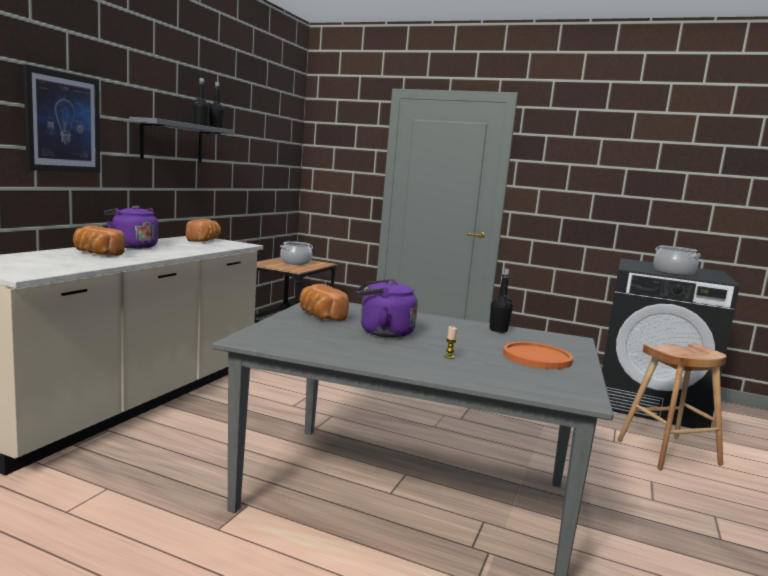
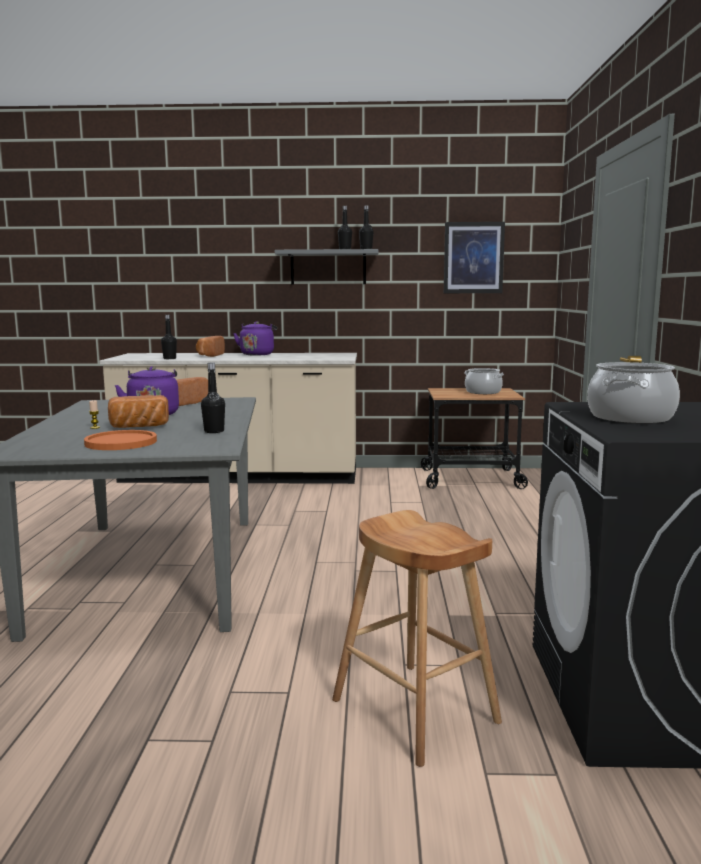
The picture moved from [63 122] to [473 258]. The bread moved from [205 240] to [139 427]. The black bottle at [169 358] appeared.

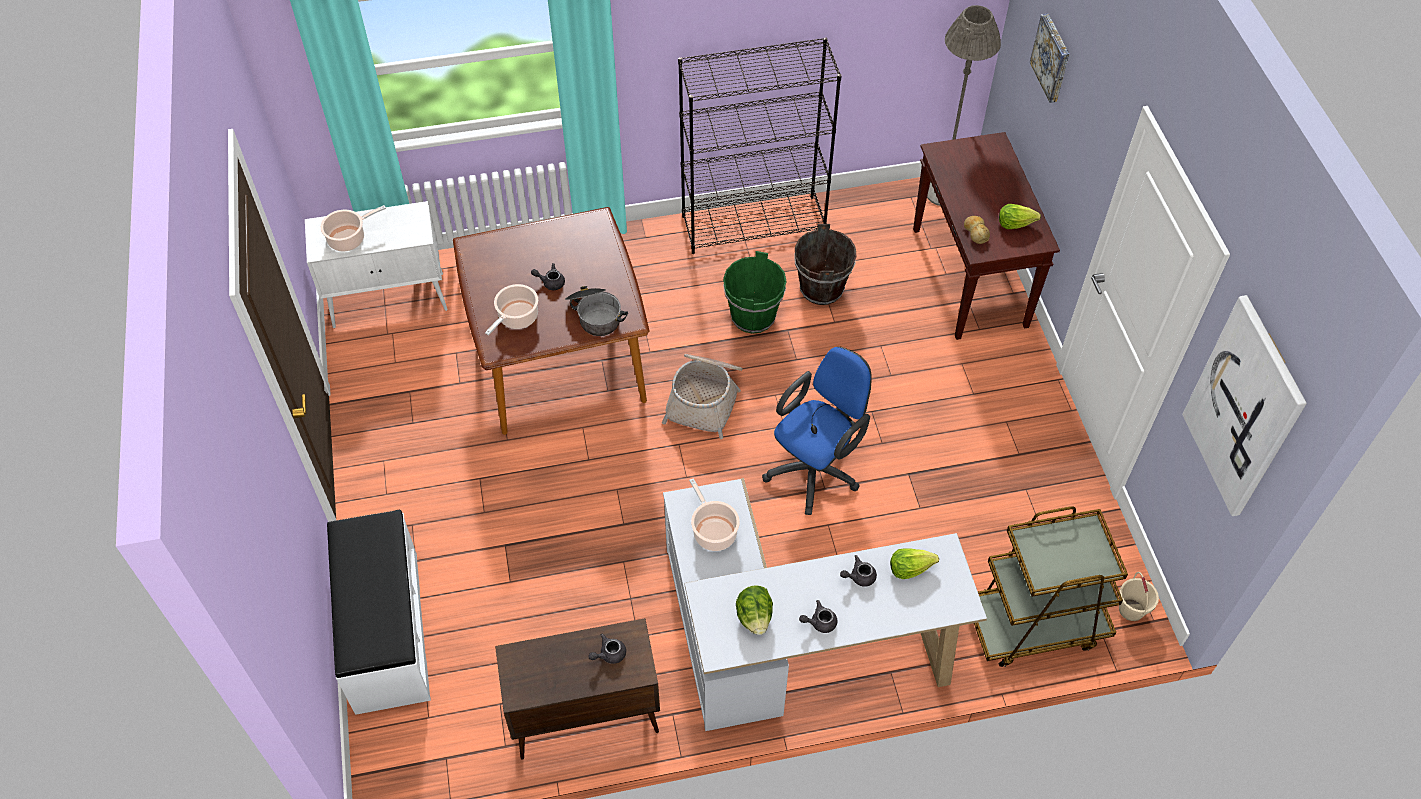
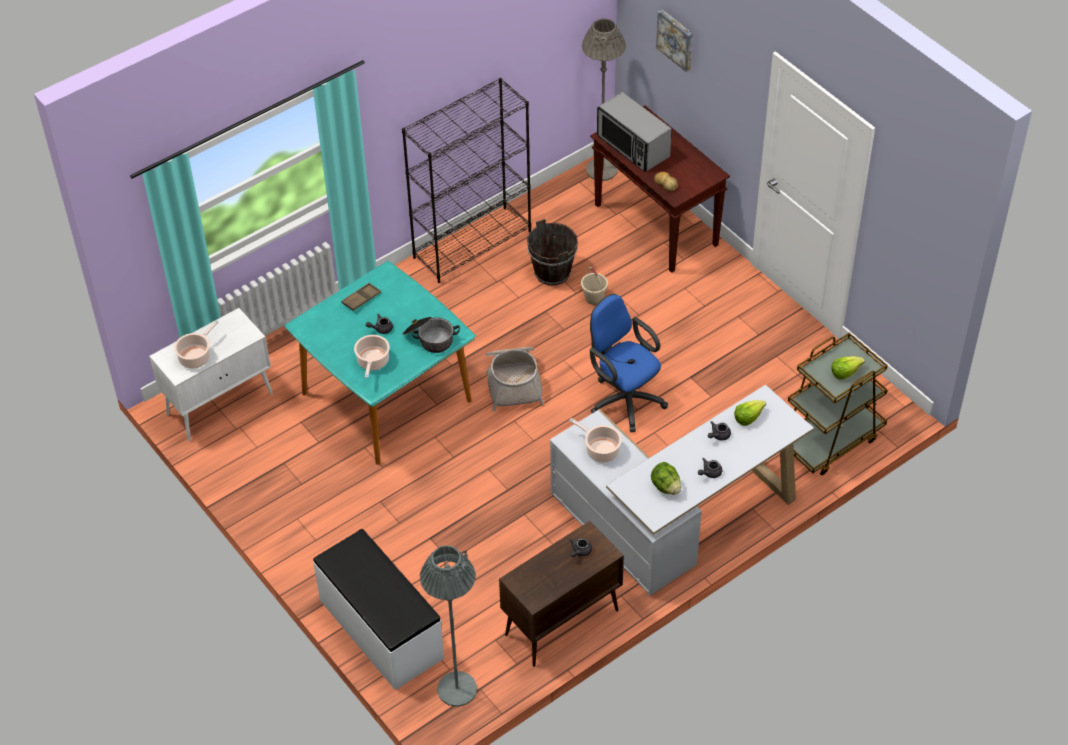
The brown dining table at [559 362] became the turquoise dining table at [387 398]. The green bucket at [753 317] disappeared. The blue office chair at [816 469] turned 60 degrees counterclockwise. The lettuce moved from [1015 223] to [845 372]. The beige bucket moved from [1131 610] to [594 298]. The picture at [1244 408] disappeared. The brown tray at [361 299] appeared. The grey floor lamp at [457 689] appeared. The microwave at [633 147] appeared.

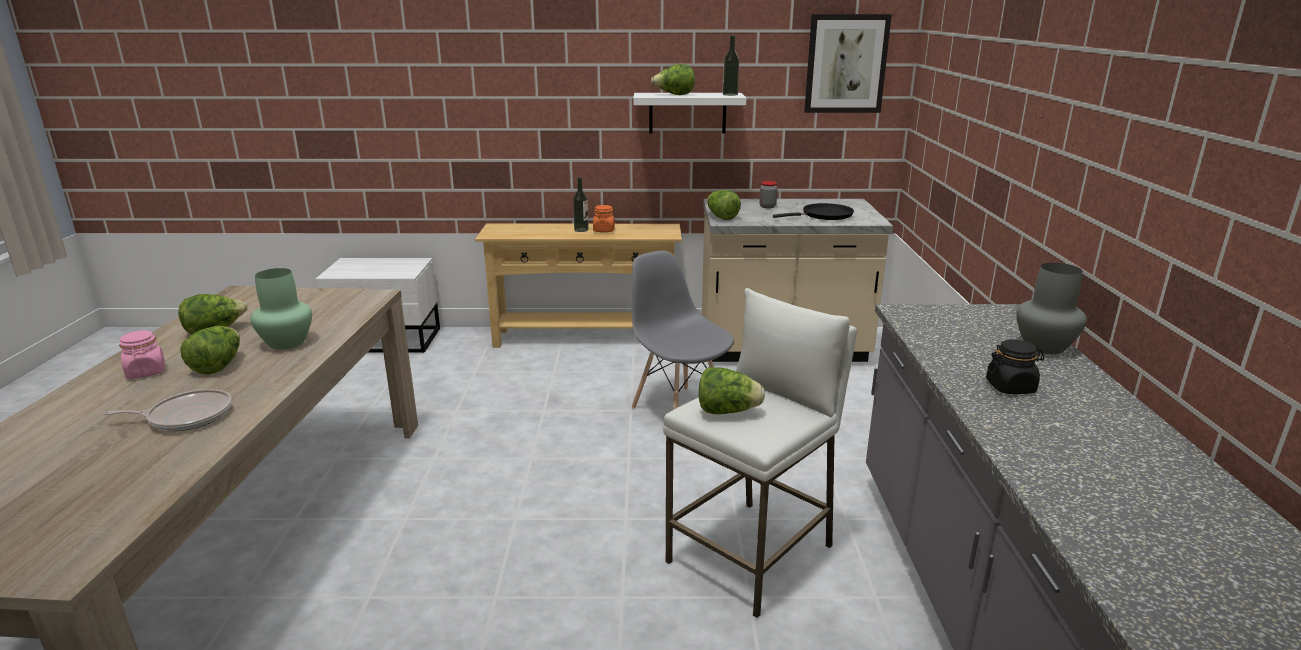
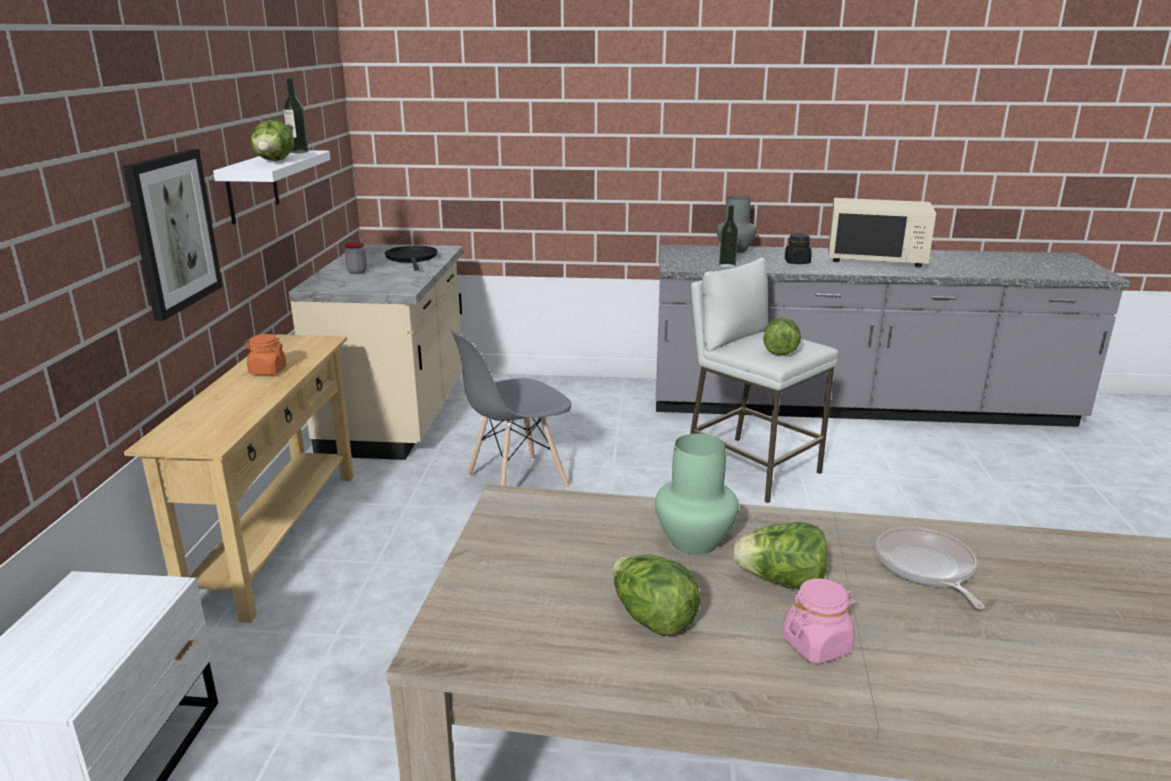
The bottle moved from [581 230] to [727 266]. The lettuce at [721 217] disappeared. The picture moved from [846 64] to [173 232]. The beige microwave at [876 258] appeared.

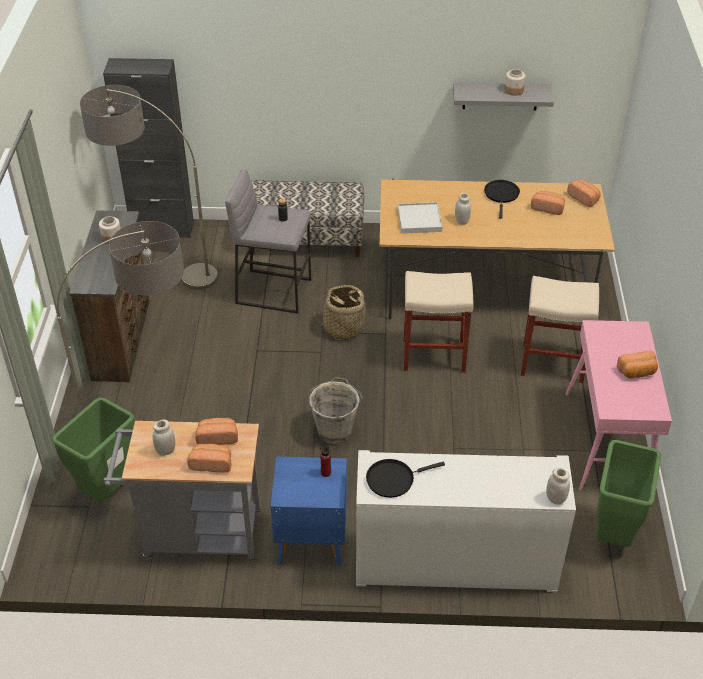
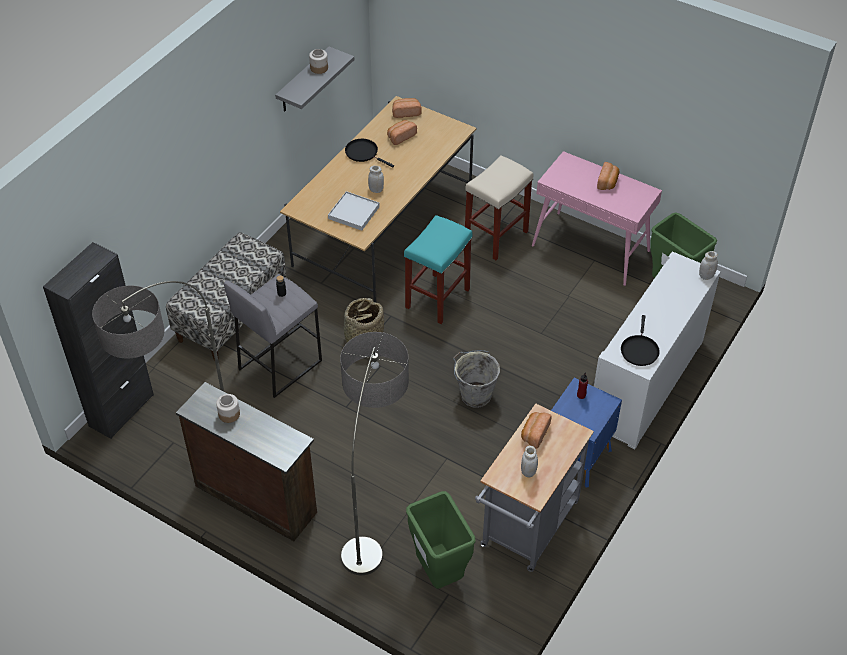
The bread at [211 463] disappeared. The beige stool at [433 355] became the turquoise stool at [437 299].

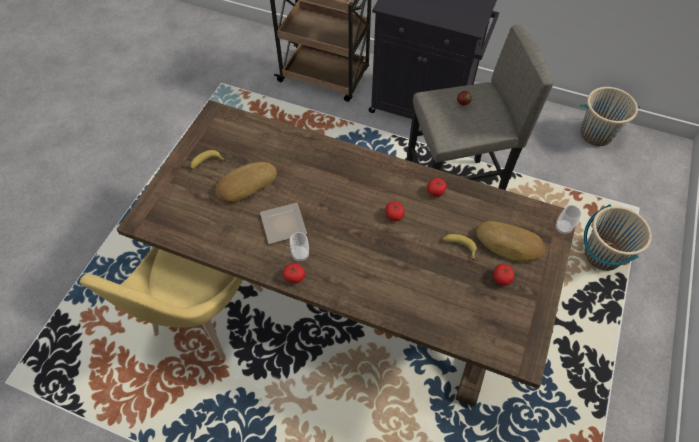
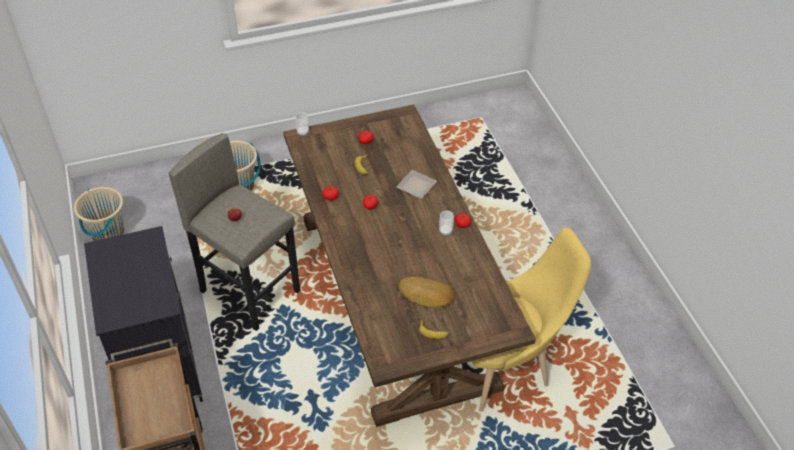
The plate moved from [282 226] to [418 185]. The bread at [509 244] disappeared.

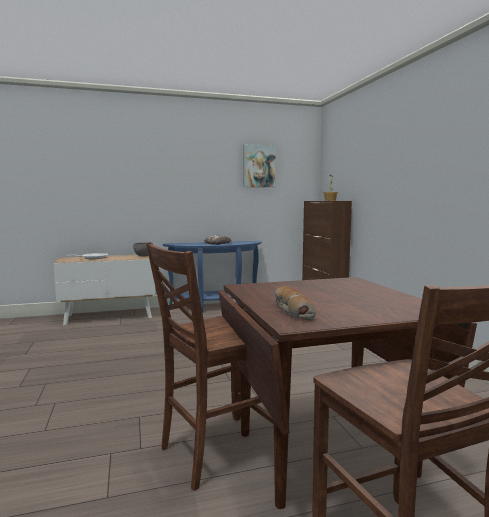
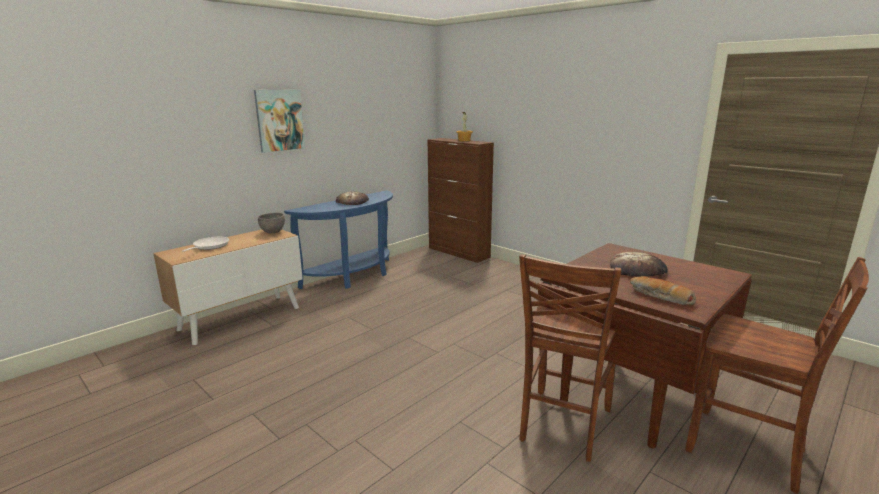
The picture moved from [259 166] to [279 120]. The bread at [637 269] appeared.

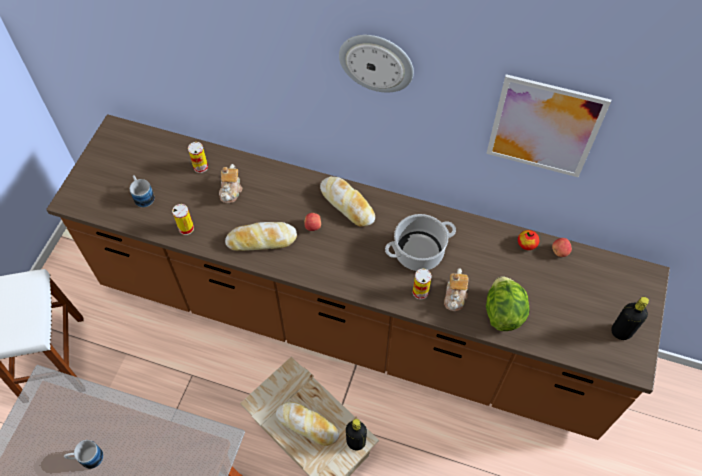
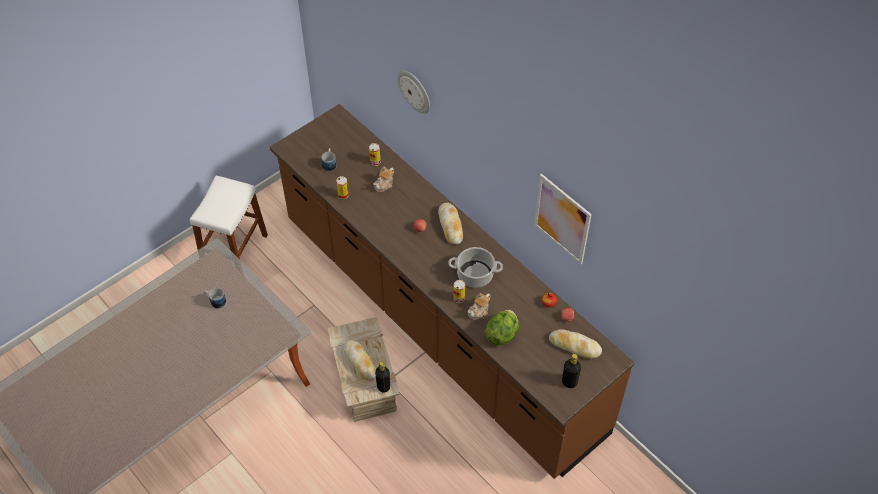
The bread moved from [261 240] to [574 346]. The wall clock moved from [376 62] to [415 91].

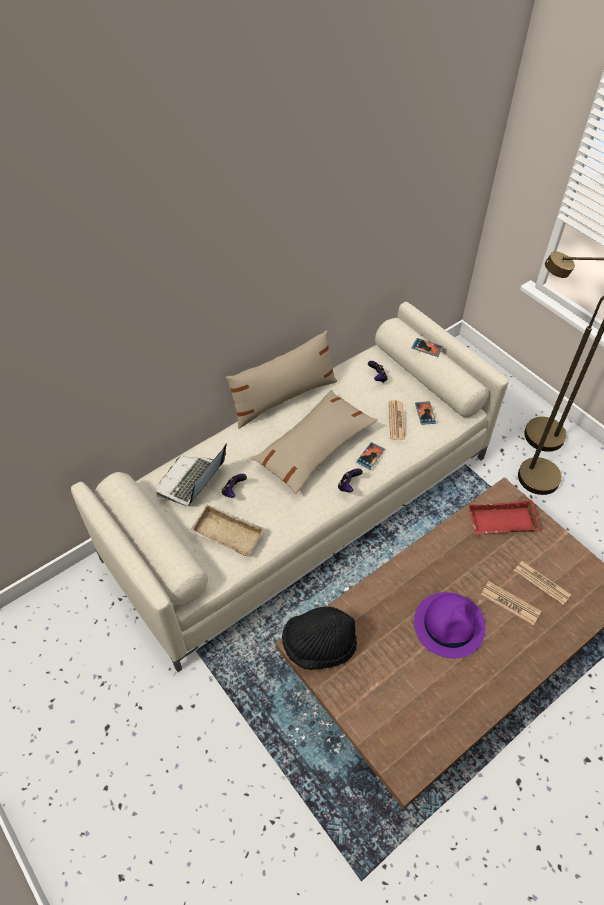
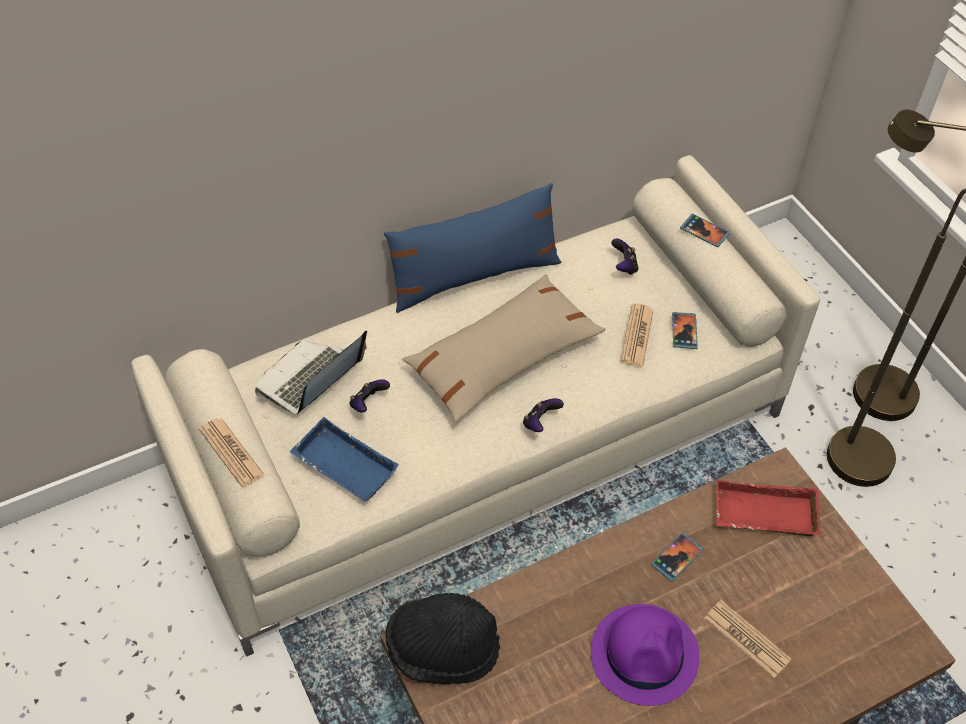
The beige tray at [225 535] became the blue tray at [342 467]. The beige pillow at [283 398] became the blue pillow at [474 276]. The phone moved from [370 456] to [677 557]. The newspaper moved from [541 583] to [231 452].

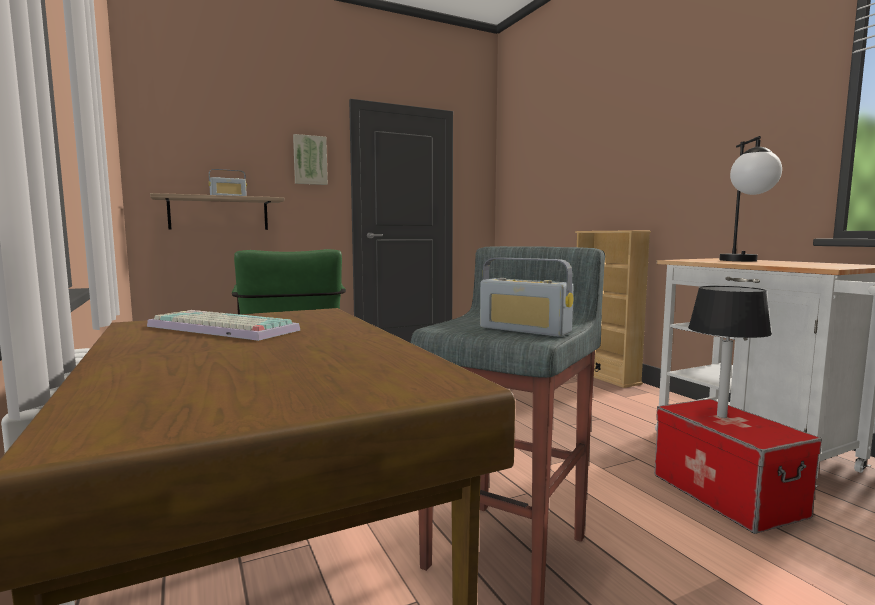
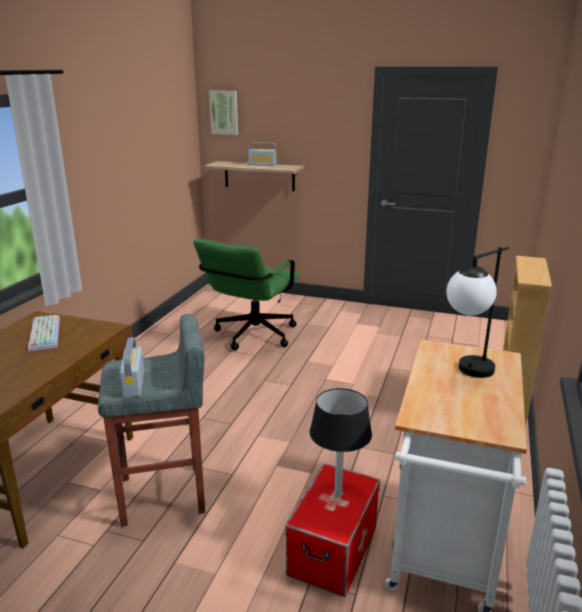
The picture moved from [310 160] to [224 112].

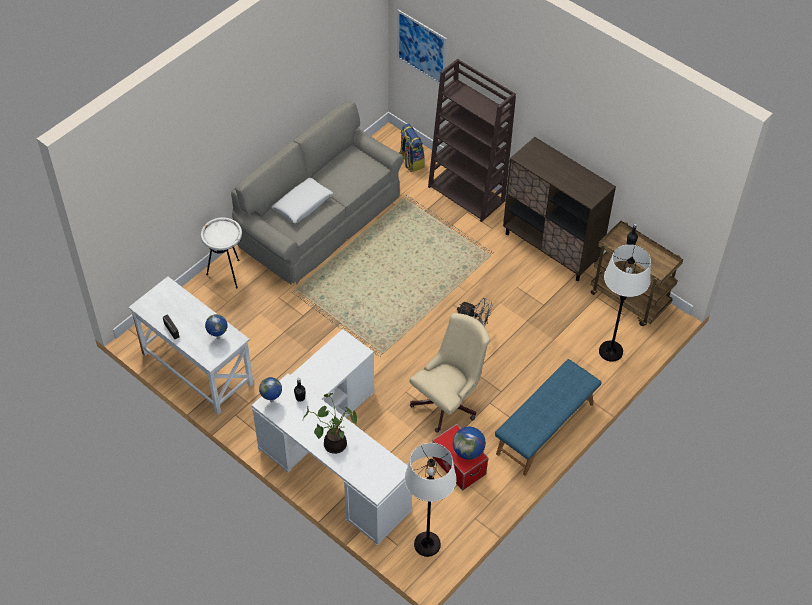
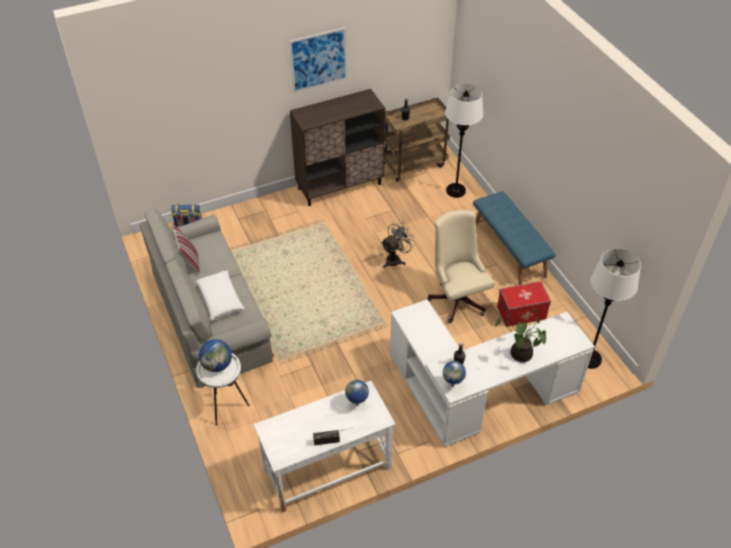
The picture moved from [421 48] to [318 60]. The brown bookcase at [467 194] disappeared. The globe moved from [468 451] to [217 365]. The pillow at [189 261] appeared.

